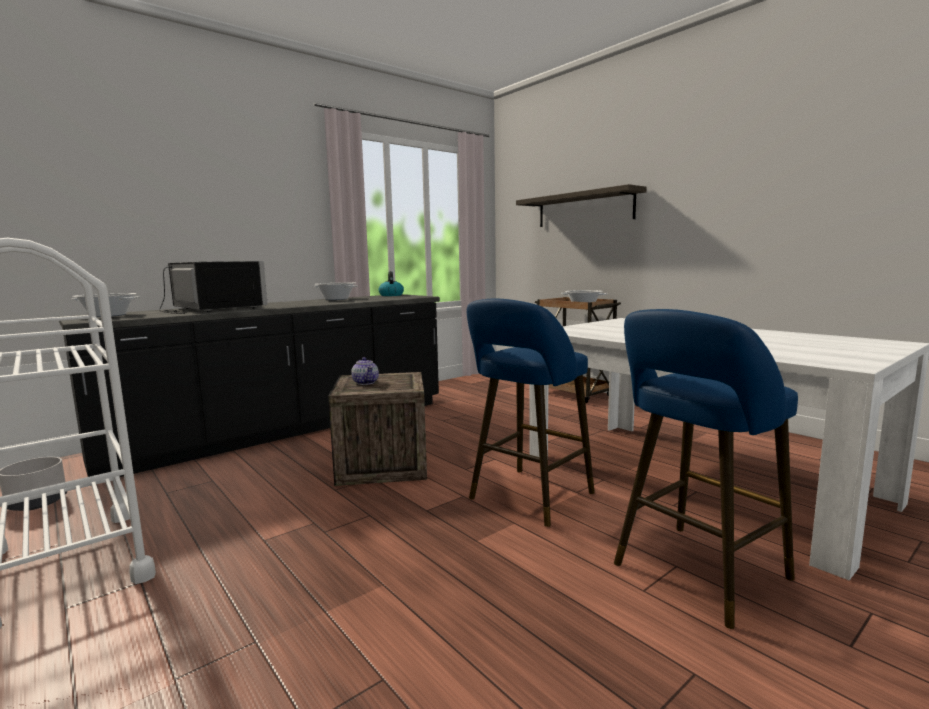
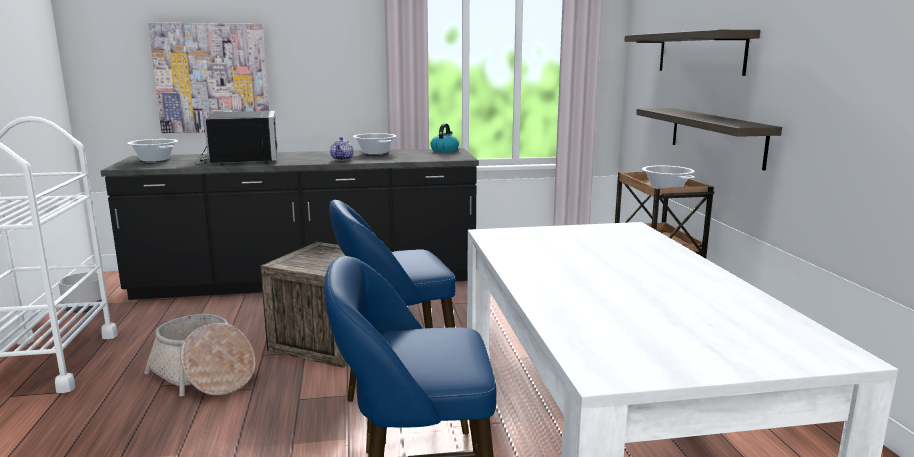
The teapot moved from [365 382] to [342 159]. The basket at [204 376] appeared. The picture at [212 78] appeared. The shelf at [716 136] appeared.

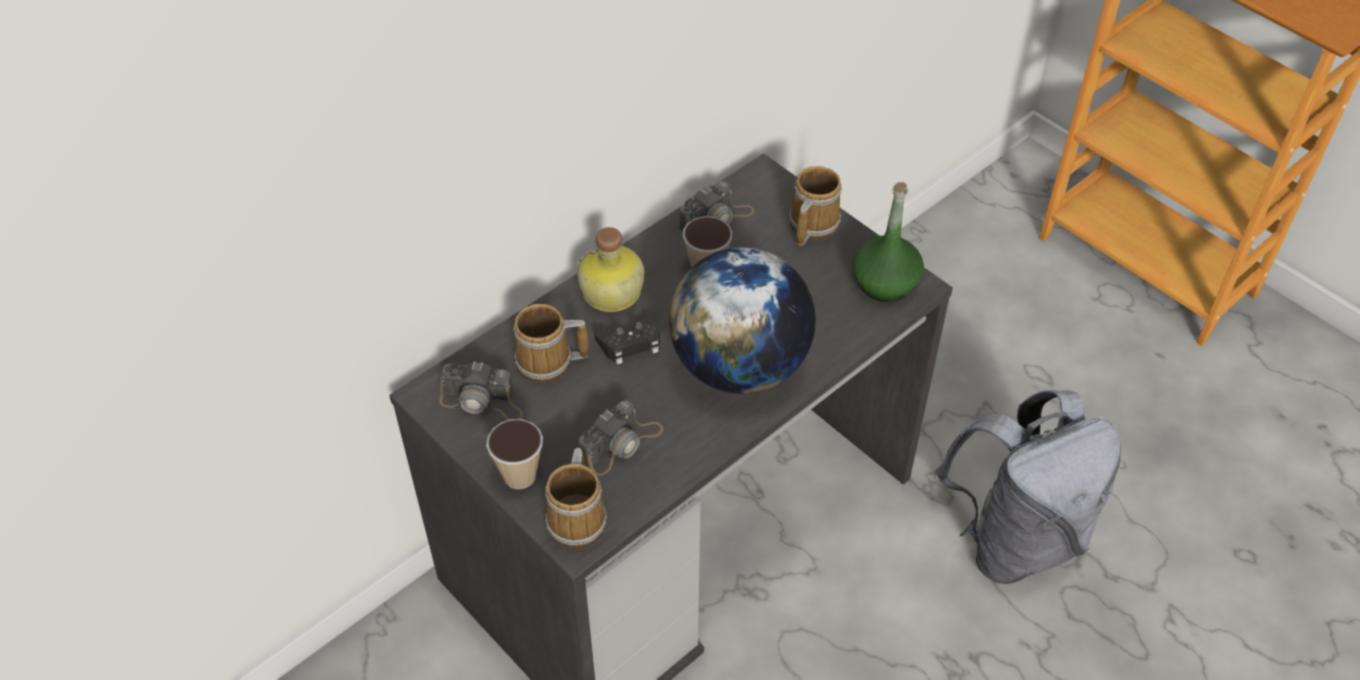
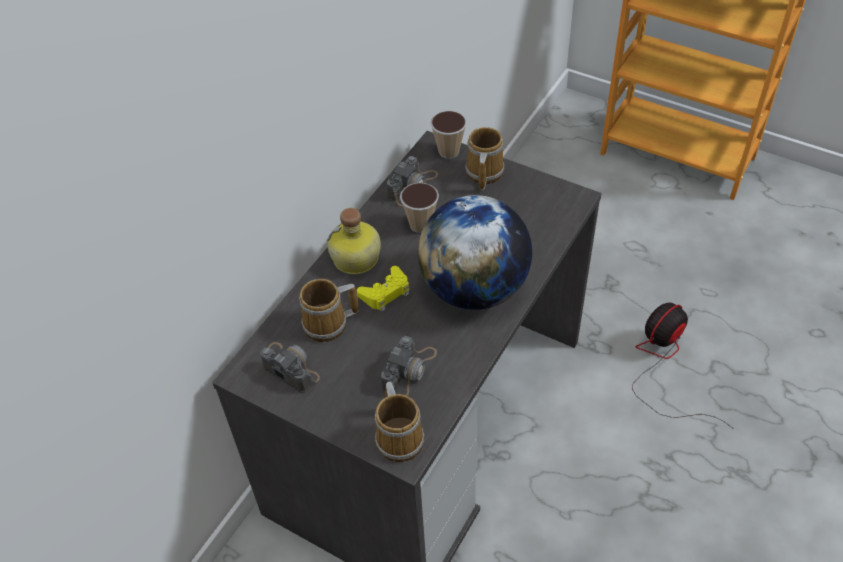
The photo camera at [482 401] turned 135 degrees counterclockwise. The cup moved from [519 476] to [448 151]. The black game controller at [630 343] became the yellow game controller at [386 293]. The green bottle at [884 283] disappeared. The grey backpack at [1014 539] was replaced by the fan at [664 364].

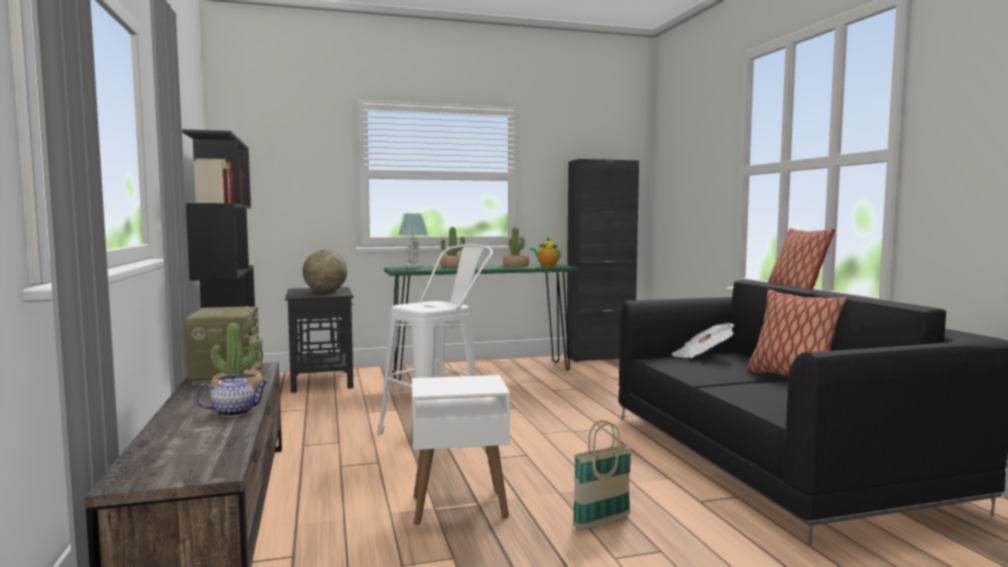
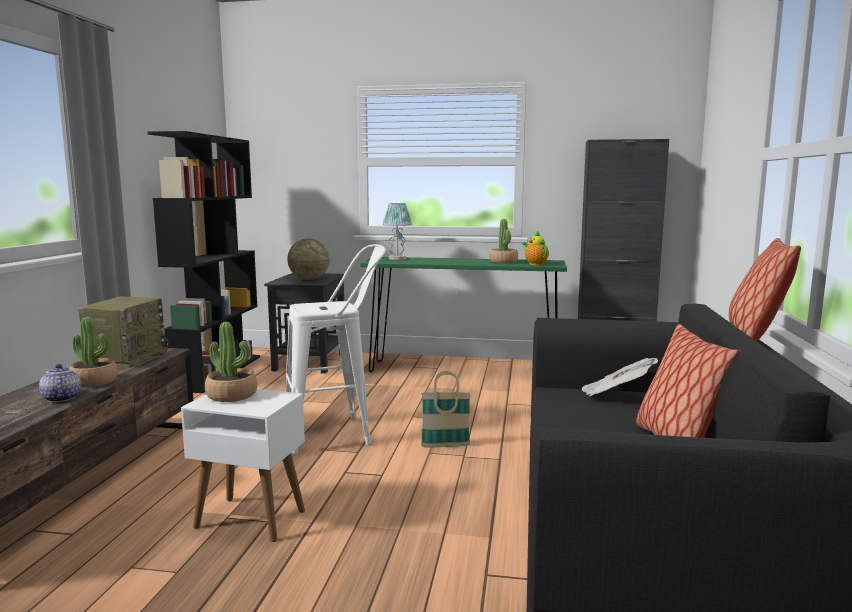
The teapot at [234 412] turned 120 degrees counterclockwise. The potted plant moved from [453 267] to [232 395]. The basket moved from [602 522] to [445 445].

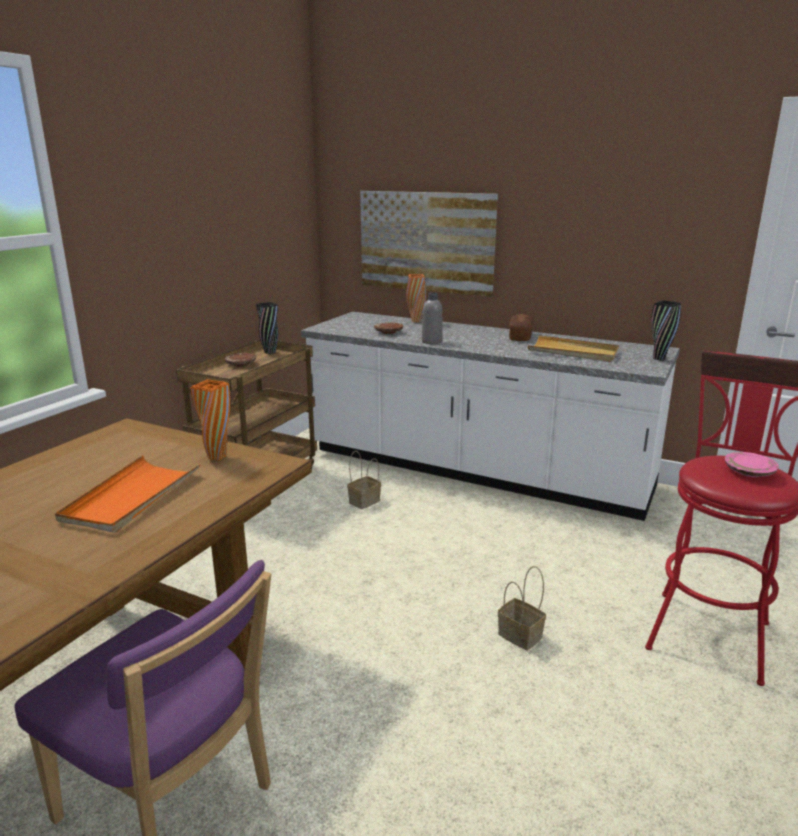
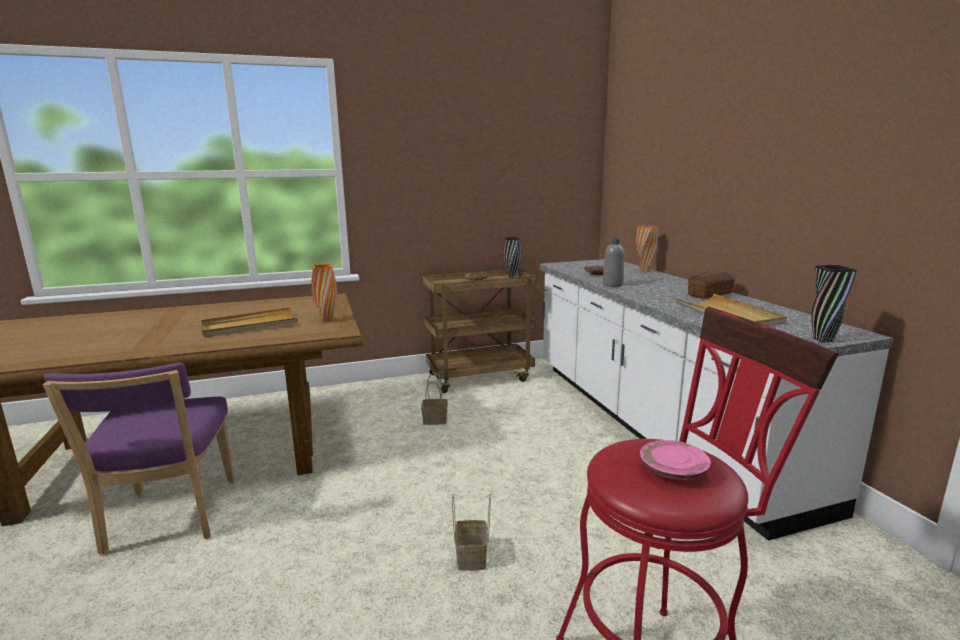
The orange tray at [131 497] became the beige tray at [249 326]. The basket moved from [364 502] to [434 420]. The picture at [426 242] disappeared.

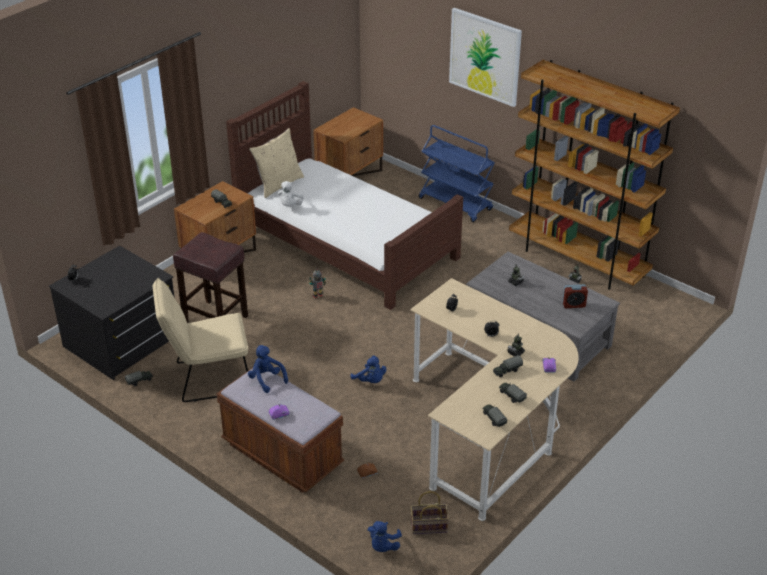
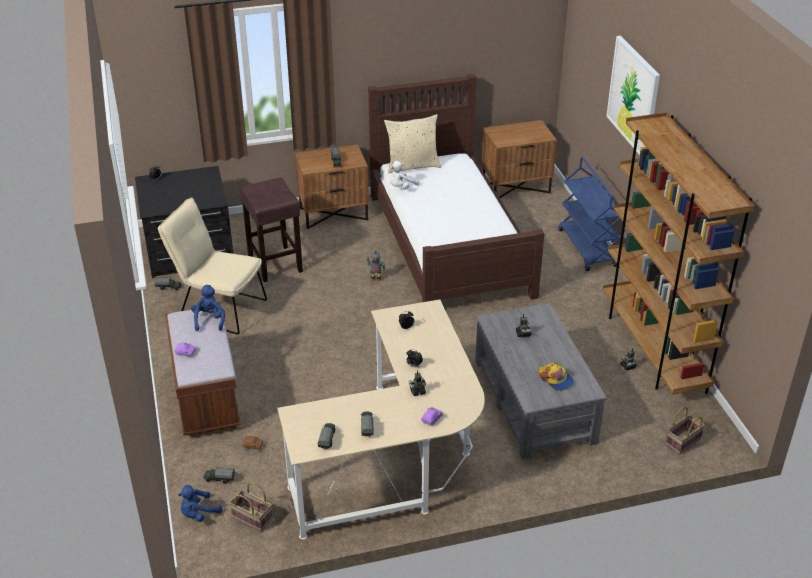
The blue plush toy at [370 381] disappeared. The toy truck moved from [507 371] to [219 479]. The alarm clock at [573 305] was replaced by the cap at [556 379]. The basket at [682 442] appeared.

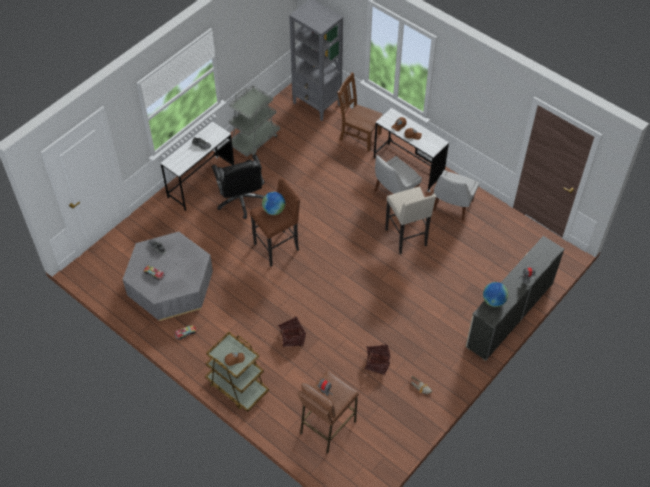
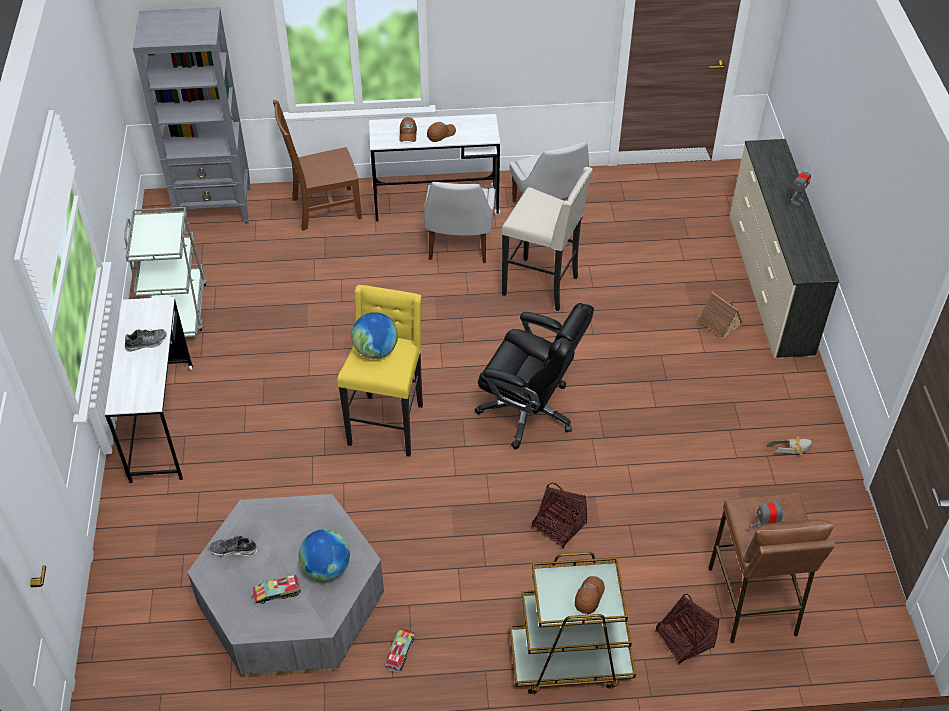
The black office chair moved from [241 200] to [529 411]. The brown stool at [277 247] became the yellow stool at [387 424]. The basket moved from [377 364] to [684 640]. The globe moved from [493 301] to [326 568]. The toy house at [717 322] appeared.

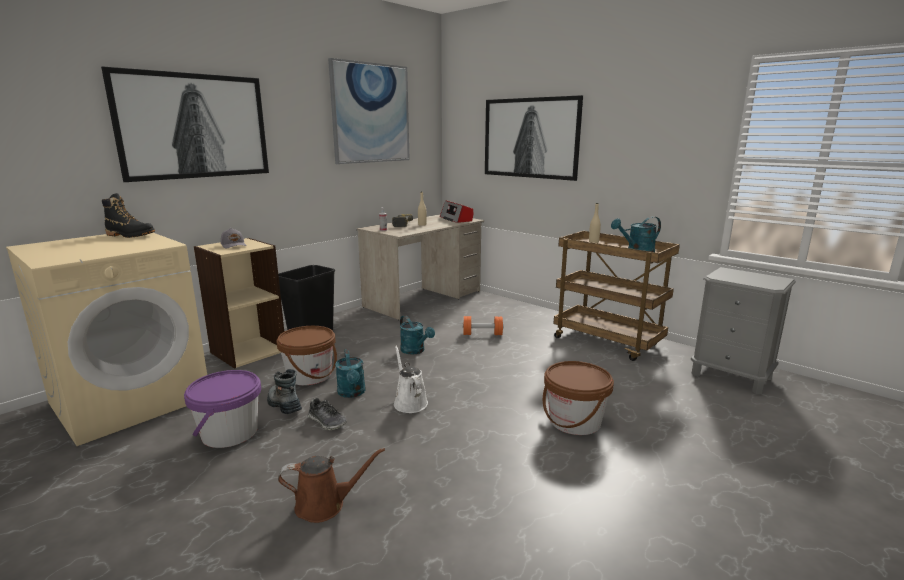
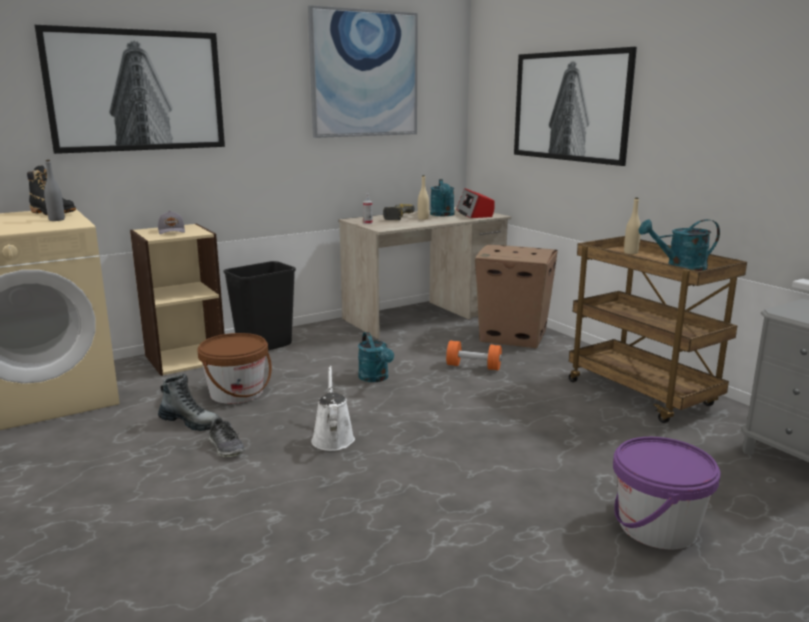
The purple bucket moved from [229 432] to [657 526]. The boot at [284 405] turned 135 degrees clockwise. The brown watering can at [325 505] disappeared. The turquoise watering can moved from [352 393] to [442 215]. The brown bucket at [574 421] disappeared. The grey bottle at [56 220] appeared. The cardboard box at [514 336] appeared.

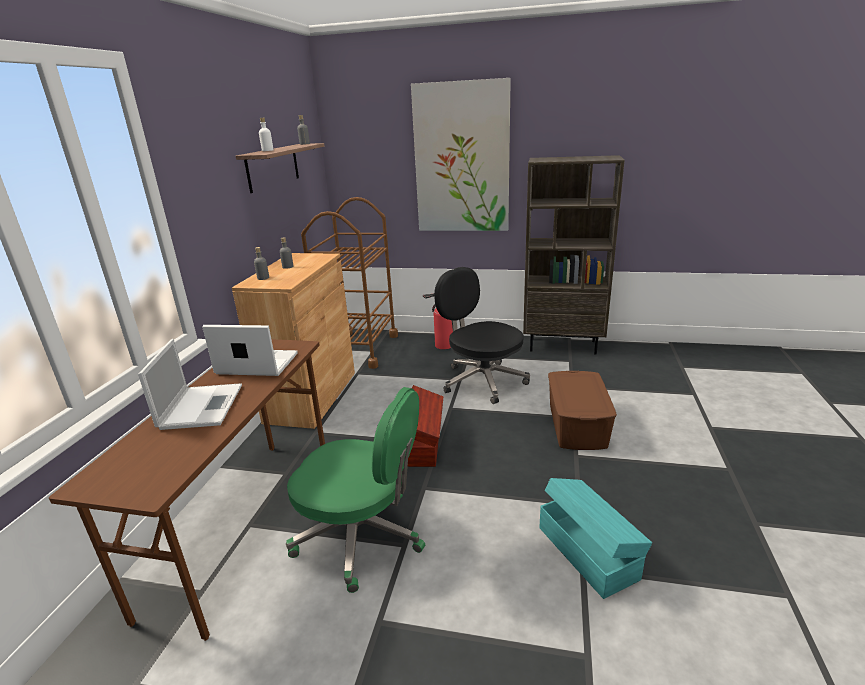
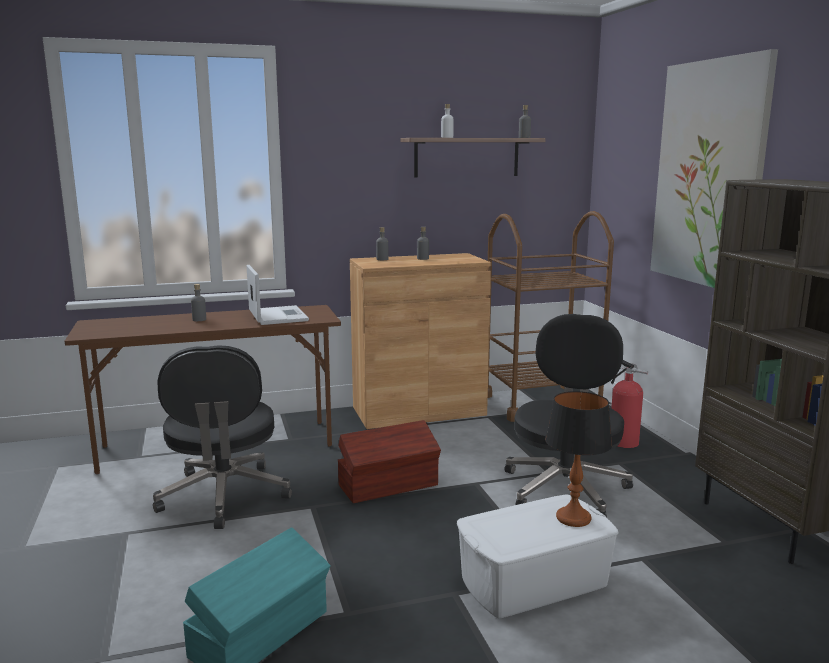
The laptop at [202 406] was replaced by the grey bottle at [199 319]. The green office chair at [362 536] became the black office chair at [224 496]. The brown storage box at [576 425] became the white storage box at [533 581]. The table lamp at [573 518] appeared.

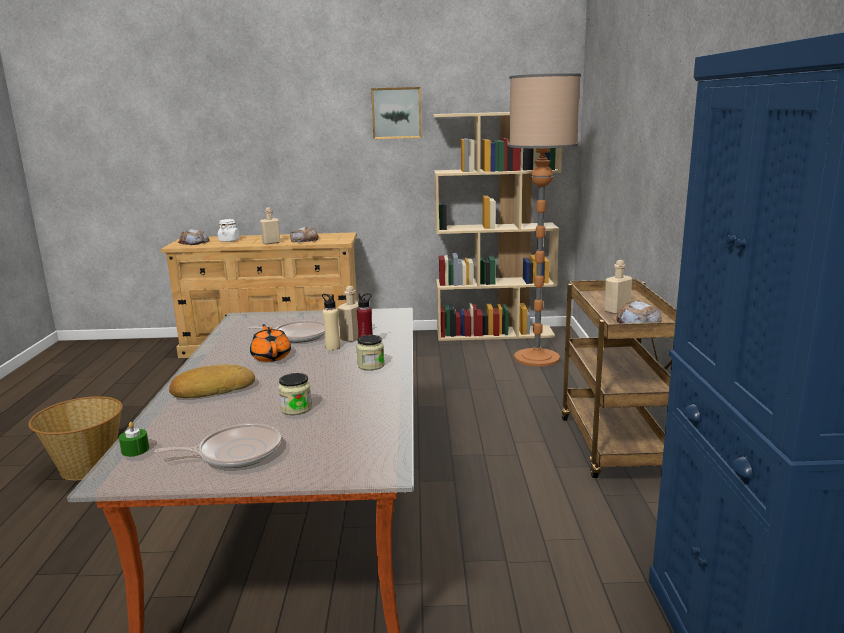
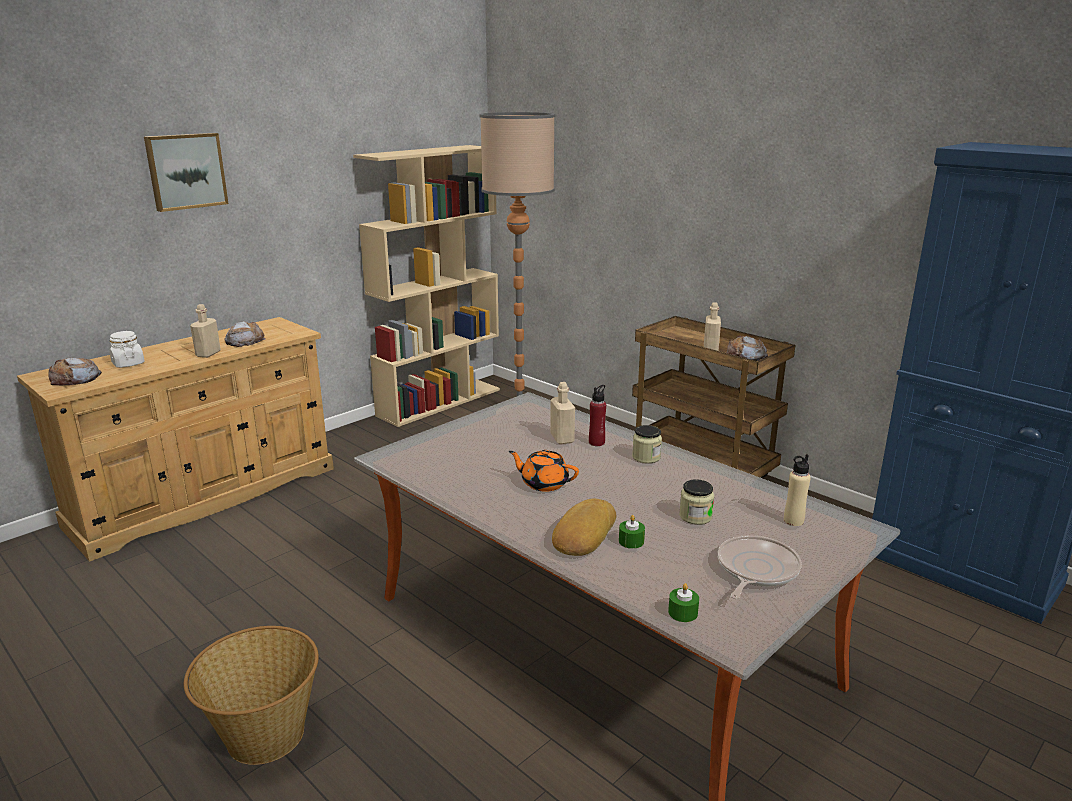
The frying pan at [298 336] disappeared. The beige bottle moved from [332 347] to [793 521]. The picture moved from [396 113] to [186 171]. The green candle at [631 541] appeared.

